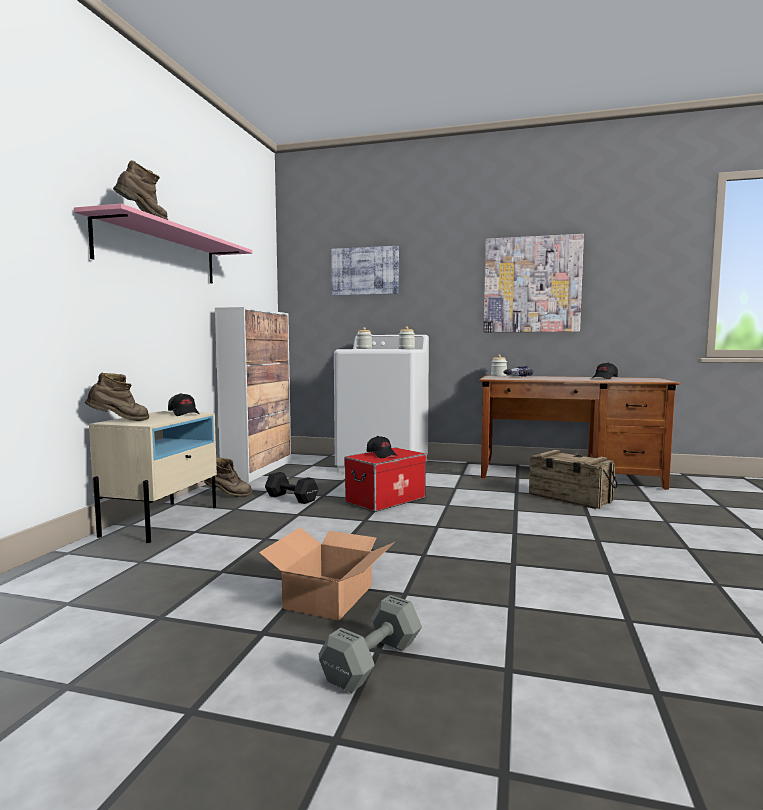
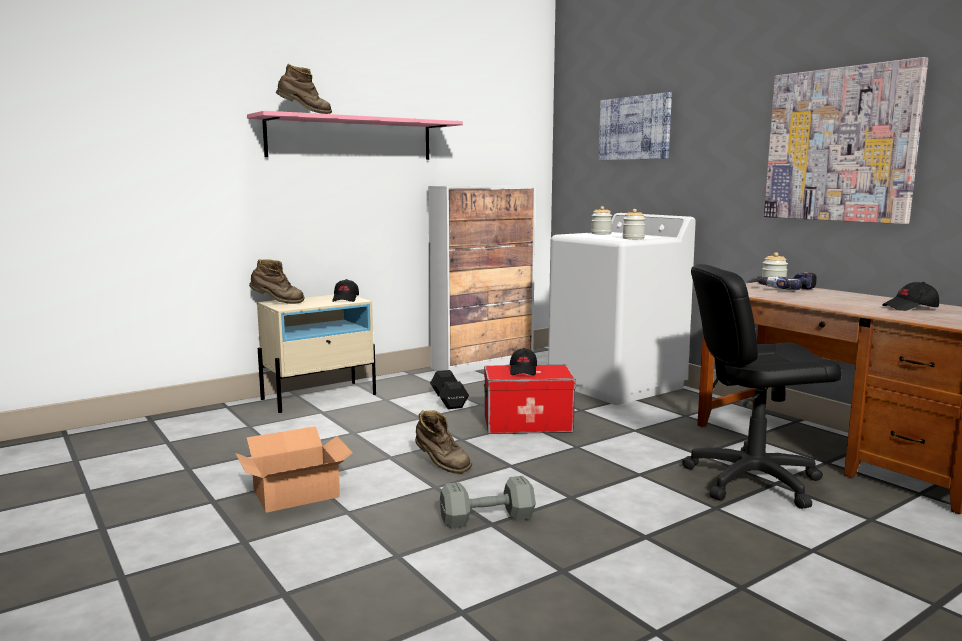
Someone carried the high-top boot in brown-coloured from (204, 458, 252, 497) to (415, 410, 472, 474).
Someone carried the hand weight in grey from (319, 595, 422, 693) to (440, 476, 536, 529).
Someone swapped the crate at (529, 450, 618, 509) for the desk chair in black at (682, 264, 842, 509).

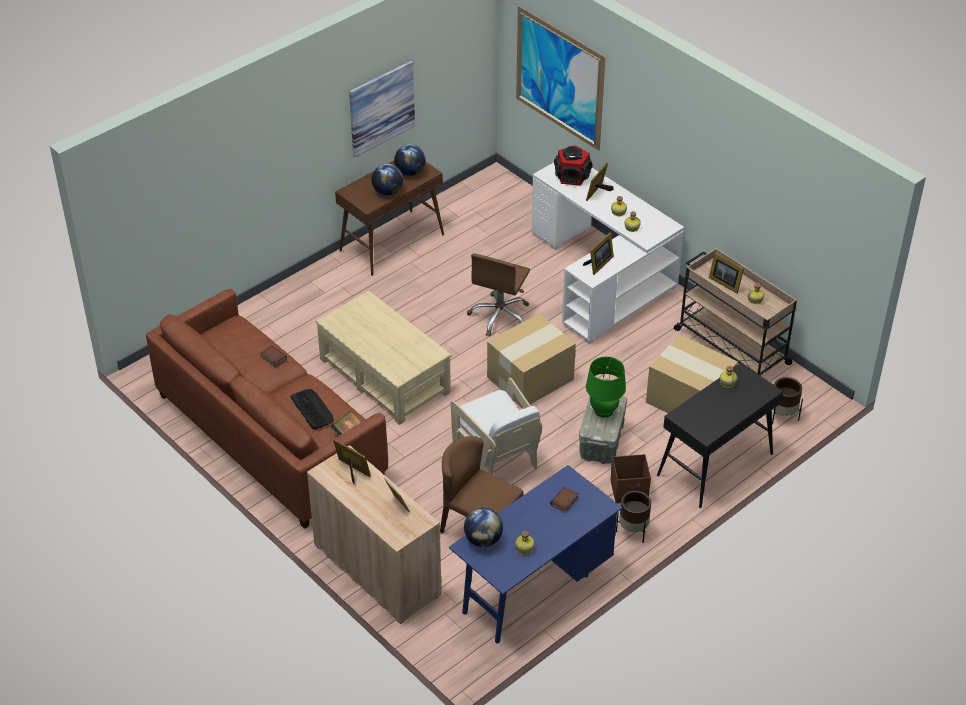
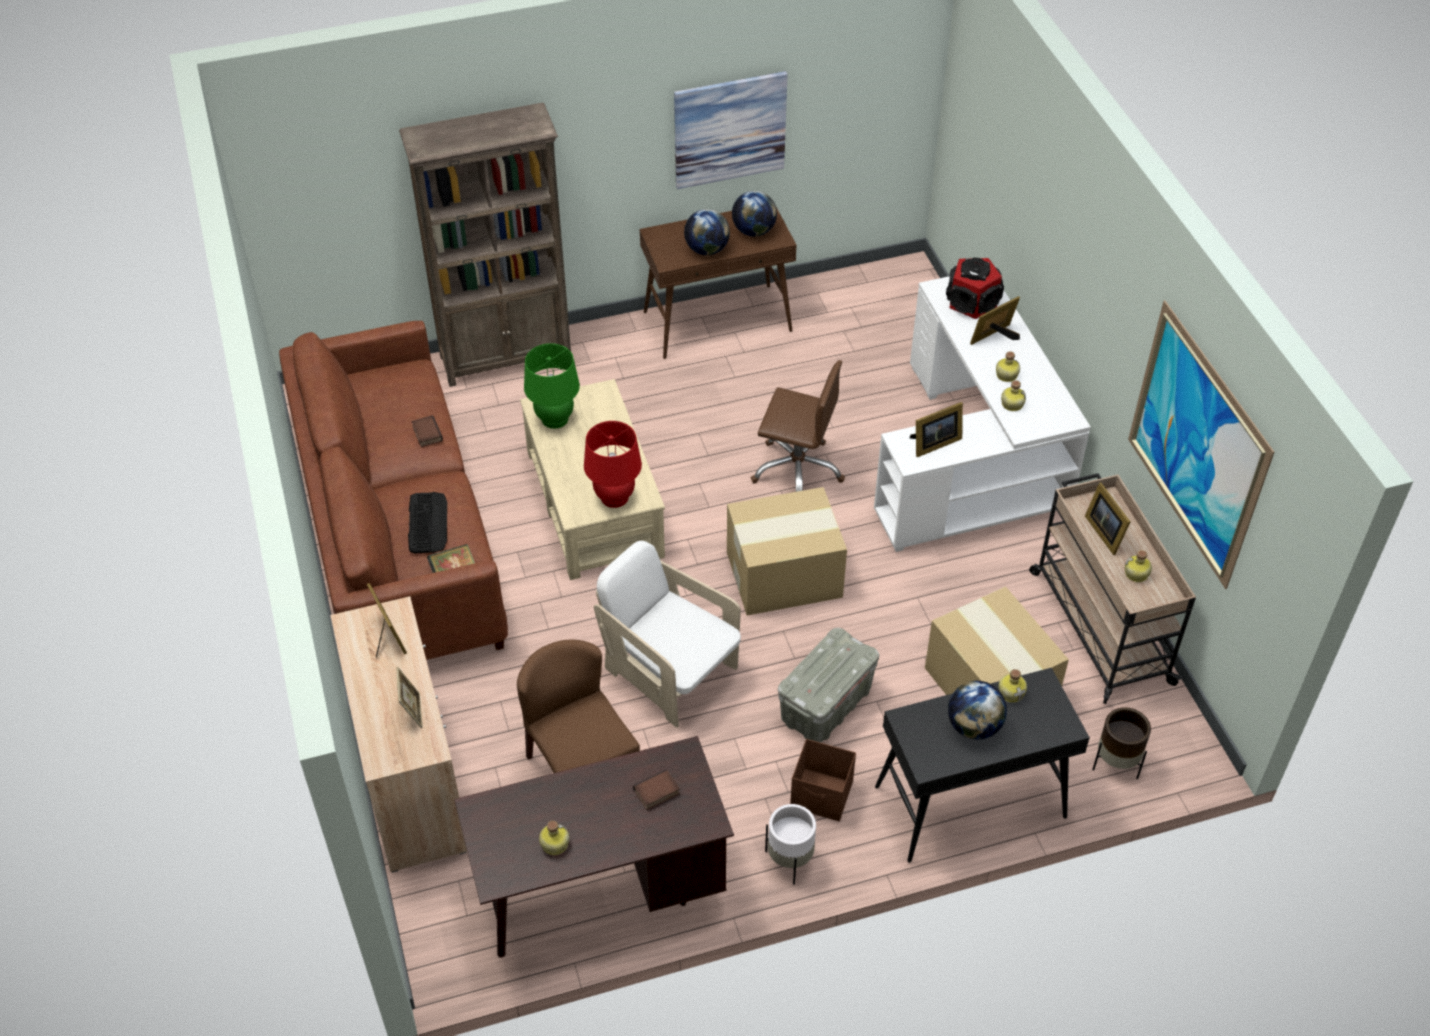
Someone put down the bookshelf in brown-coloured at (399, 103, 571, 387).
Someone repainted the desk in bluish at (449, 465, 622, 644), which became the desk in brown-coloured at (454, 736, 734, 958).
Someone carried the tabletop lamp in greenish from (586, 357, 626, 417) to (524, 343, 580, 429).
Someone put down the tabletop lamp in reddish at (584, 421, 642, 508).
Someone rotated the lounge chair in white at (450, 378, 542, 475) by 135 degrees clockwise.
Someone rotated the desk chair in brown-coloured at (467, 253, 530, 337) by 120 degrees counterclockwise.
Someone repainted the planter in brown-coloured at (616, 491, 651, 543), which became the planter in white at (765, 804, 816, 885).
Someone carried the globe from (464, 508, 503, 547) to (948, 681, 1007, 740).
Someone carried the picture from (516, 6, 605, 151) to (1128, 300, 1274, 589).

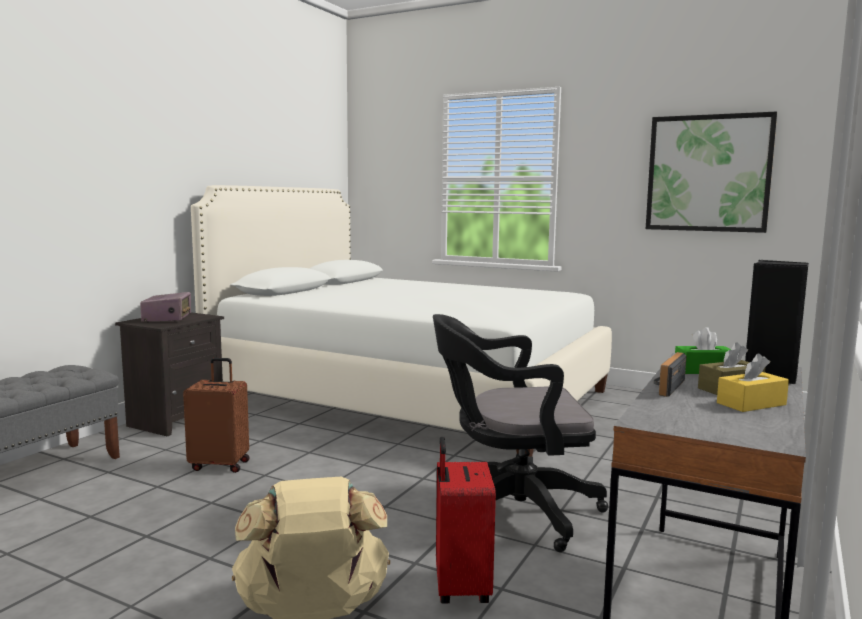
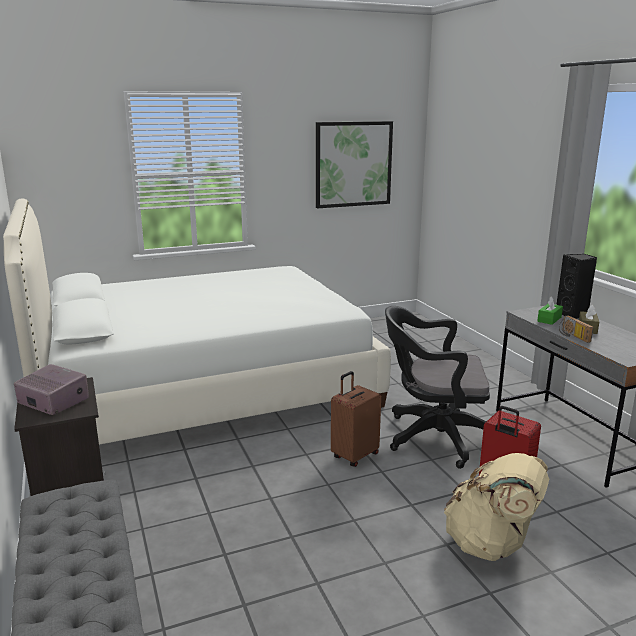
Someone carried the travel case in brown-coloured from (183, 358, 250, 473) to (331, 371, 381, 467).
Someone rotated the desk chair in black at (433, 314, 608, 552) by 60 degrees clockwise.
Someone took away the box of tissues in yellow at (717, 353, 789, 412).

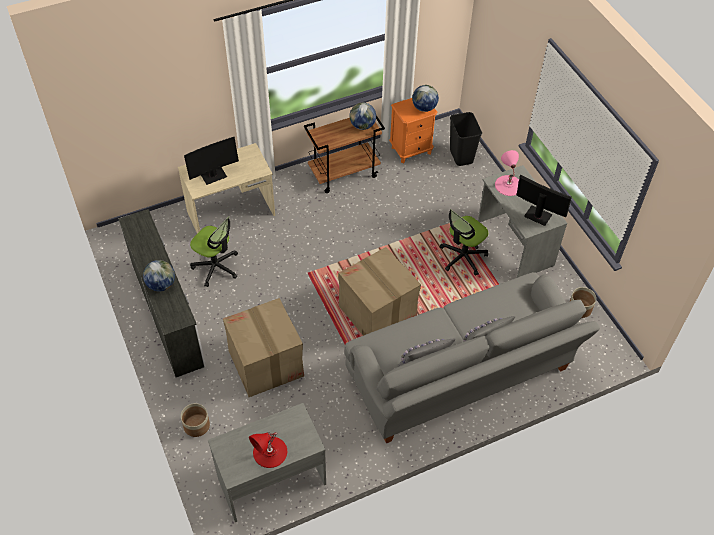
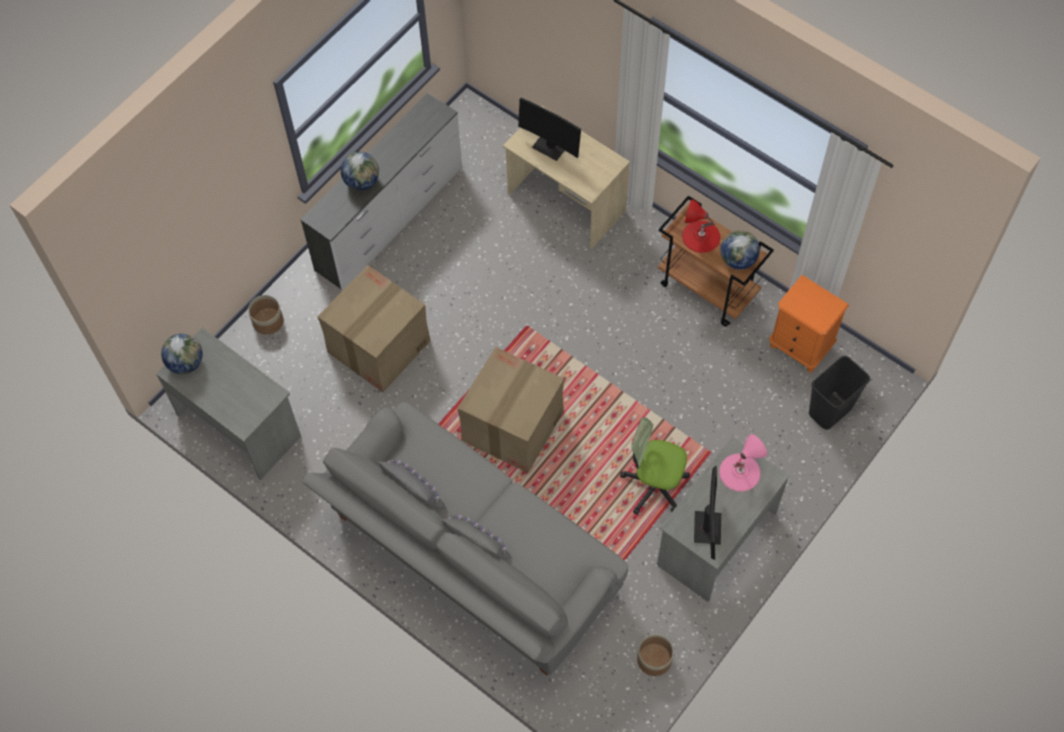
Someone carried the globe from (412, 85, 439, 112) to (161, 334, 203, 374).
Someone carried the tabletop lamp in reddish from (249, 432, 287, 468) to (682, 199, 720, 253).
Someone took away the desk chair at (190, 216, 238, 287).

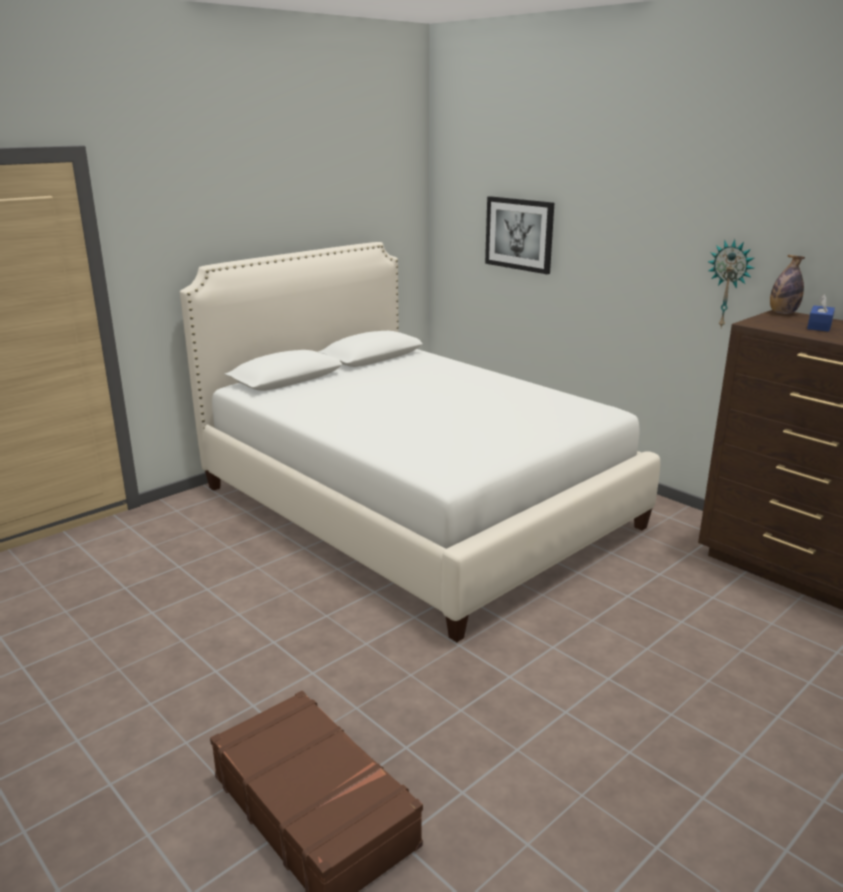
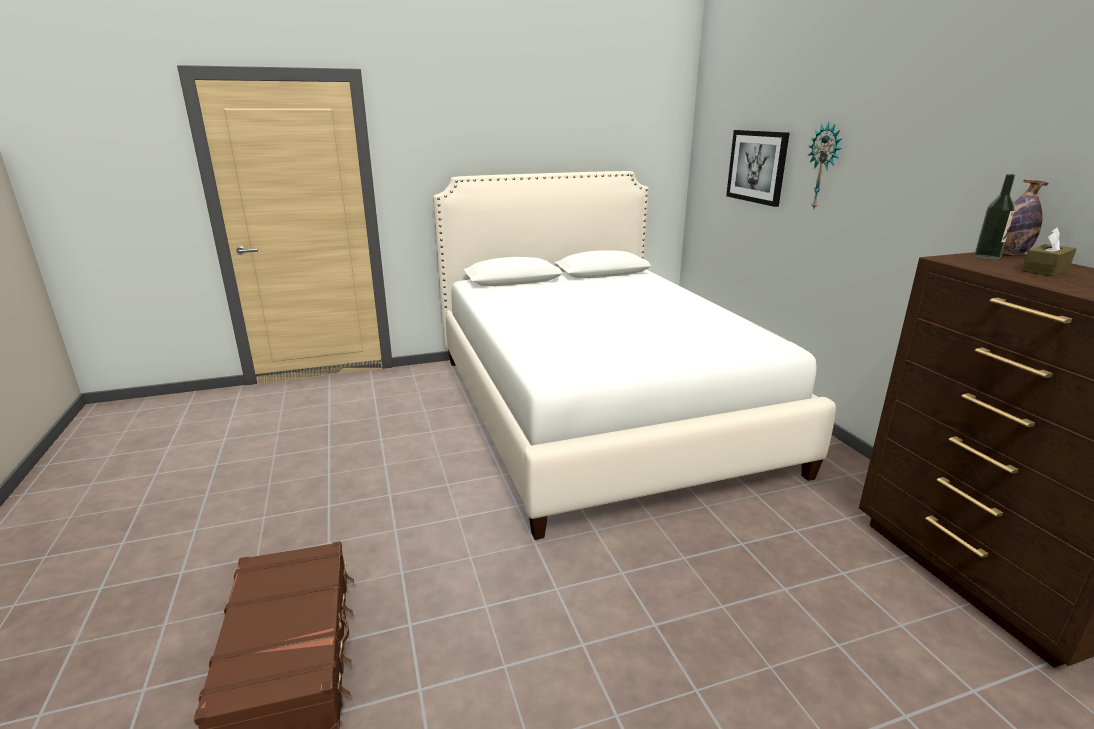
Someone carried the hanging clock from (707, 239, 754, 328) to (808, 122, 842, 208).
Someone put down the bottle at (974, 174, 1015, 260).
Someone repainted the box of tissues in bluish at (807, 294, 835, 332), which became the box of tissues in brown-coloured at (1022, 228, 1076, 276).

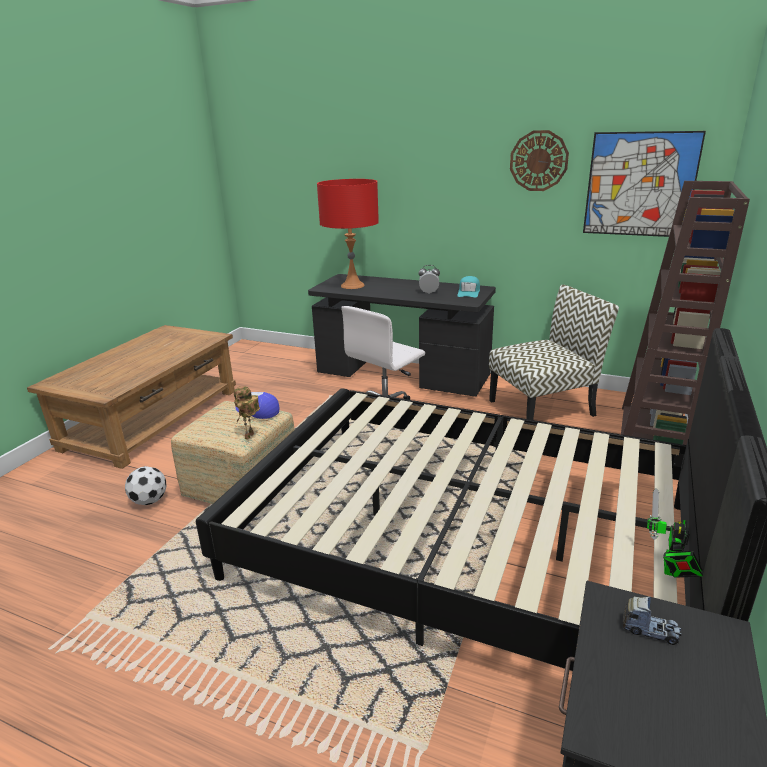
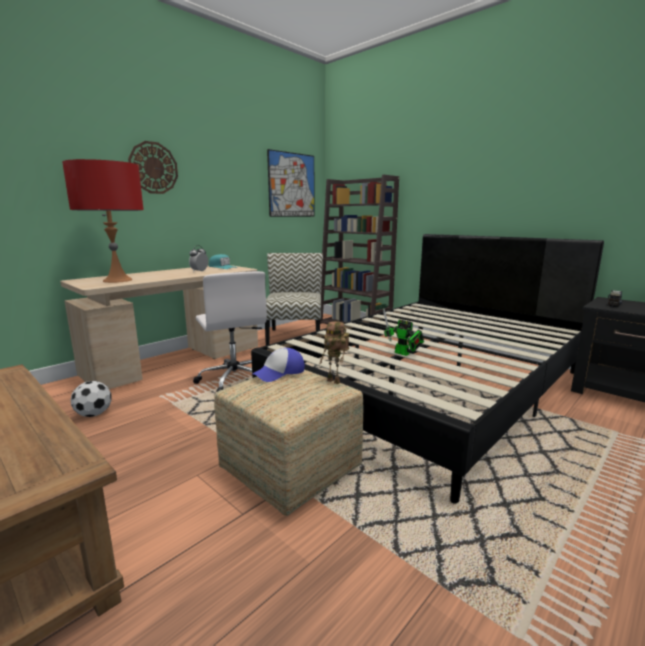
Someone repainted the desk in black at (308, 274, 496, 397), which became the desk in sand-coloured at (60, 265, 258, 389).
Someone carried the ball for football from (125, 466, 166, 505) to (71, 381, 112, 417).
Someone carried the hanging clock from (510, 130, 569, 191) to (128, 141, 178, 194).
Someone carried the model robot from (647, 488, 703, 578) to (383, 308, 424, 356).

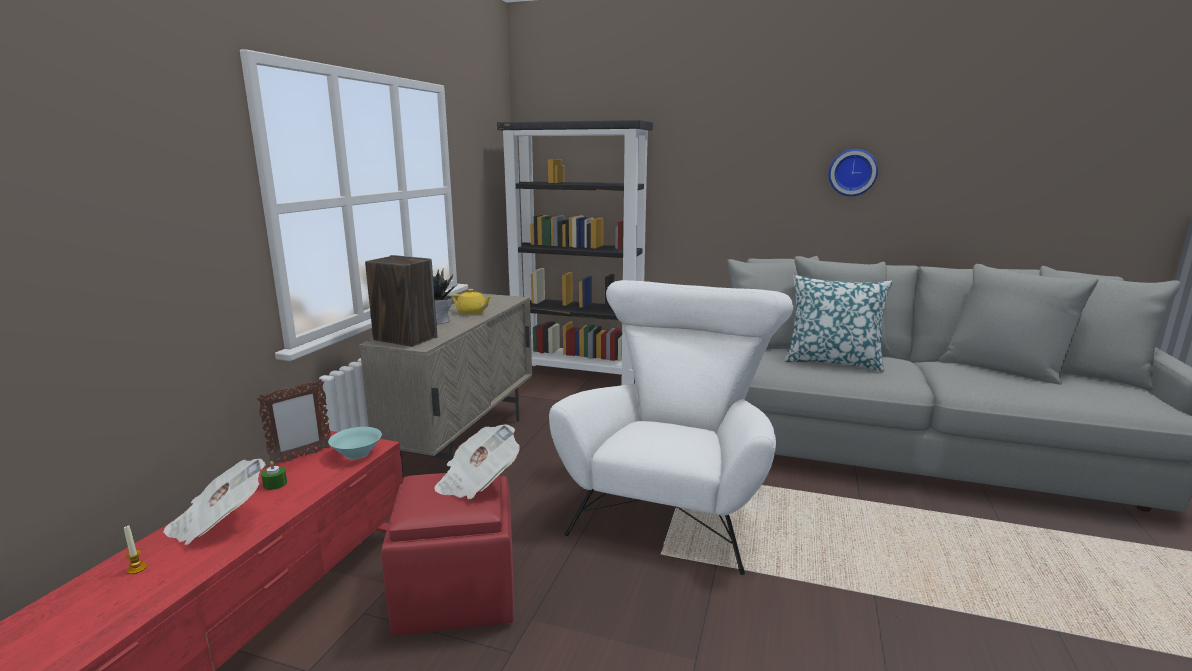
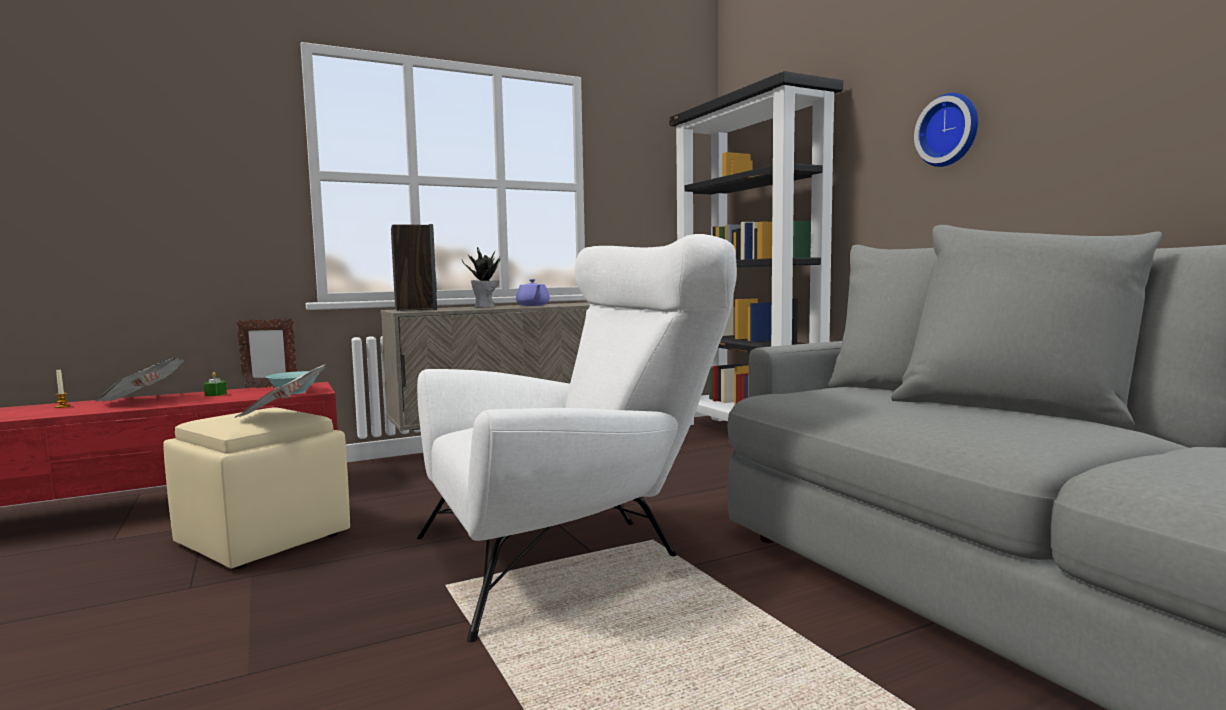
Someone repainted the footrest in reddish at (381, 473, 514, 636), which became the footrest in sand-coloured at (163, 407, 350, 569).
Someone repainted the teapot in yellow at (452, 289, 493, 314), which became the teapot in purple at (516, 279, 550, 306).
Someone carried the hanging clock from (828, 149, 878, 196) to (914, 93, 978, 167).
Someone took away the cushion at (785, 275, 893, 372).

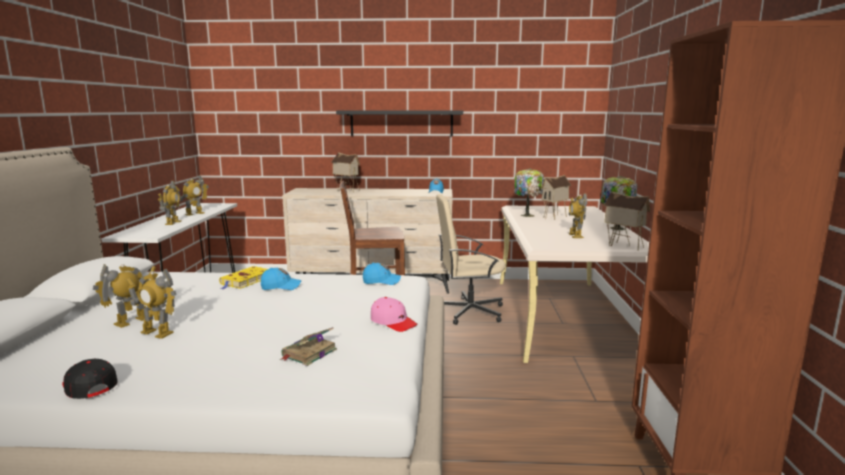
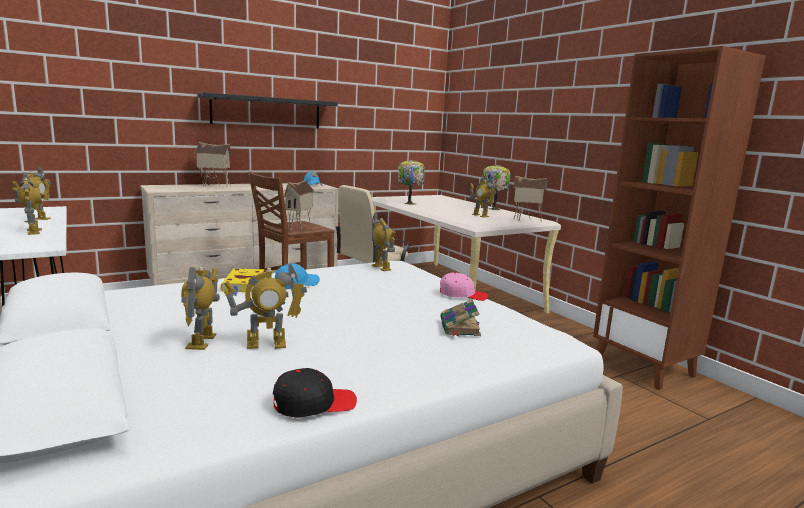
Someone rotated the baseball cap in black at (62, 359, 118, 399) by 150 degrees clockwise.
Someone carried the miniature house from (541, 175, 571, 220) to (284, 180, 315, 232).
Someone swapped the baseball cap in bluish at (363, 263, 401, 285) for the model robot at (372, 213, 395, 271).

